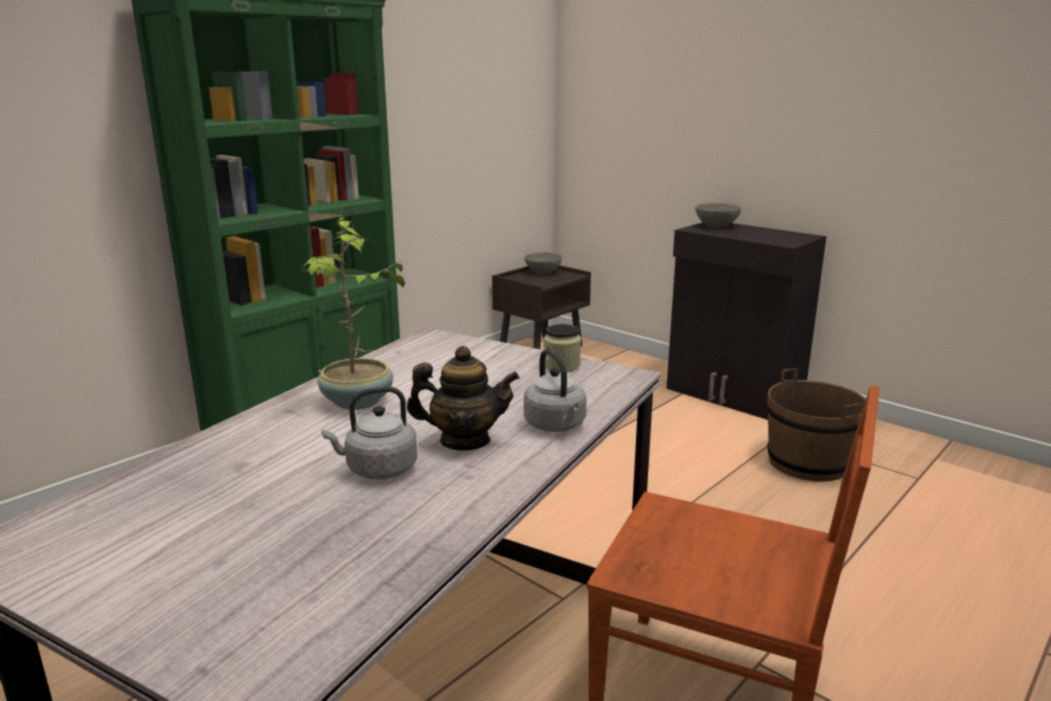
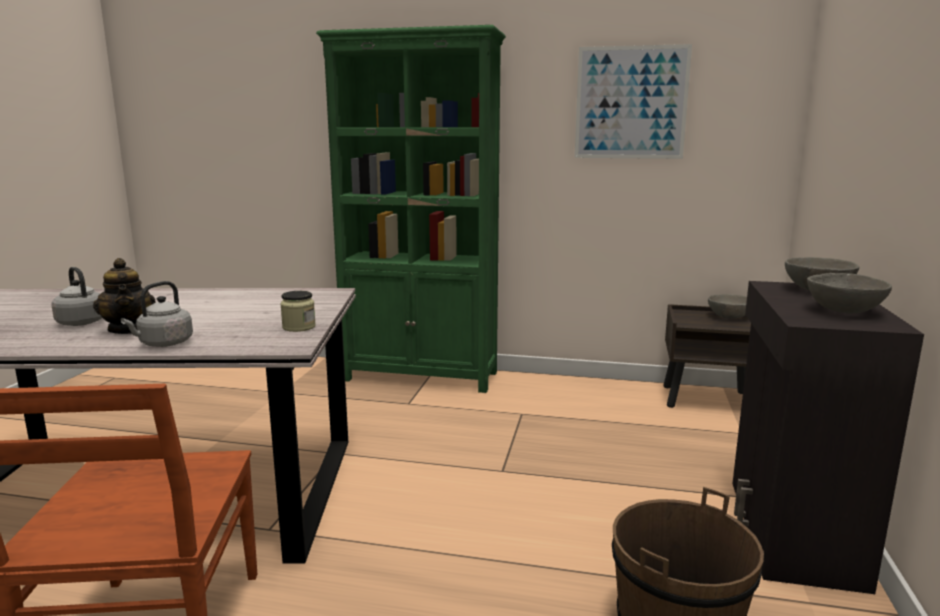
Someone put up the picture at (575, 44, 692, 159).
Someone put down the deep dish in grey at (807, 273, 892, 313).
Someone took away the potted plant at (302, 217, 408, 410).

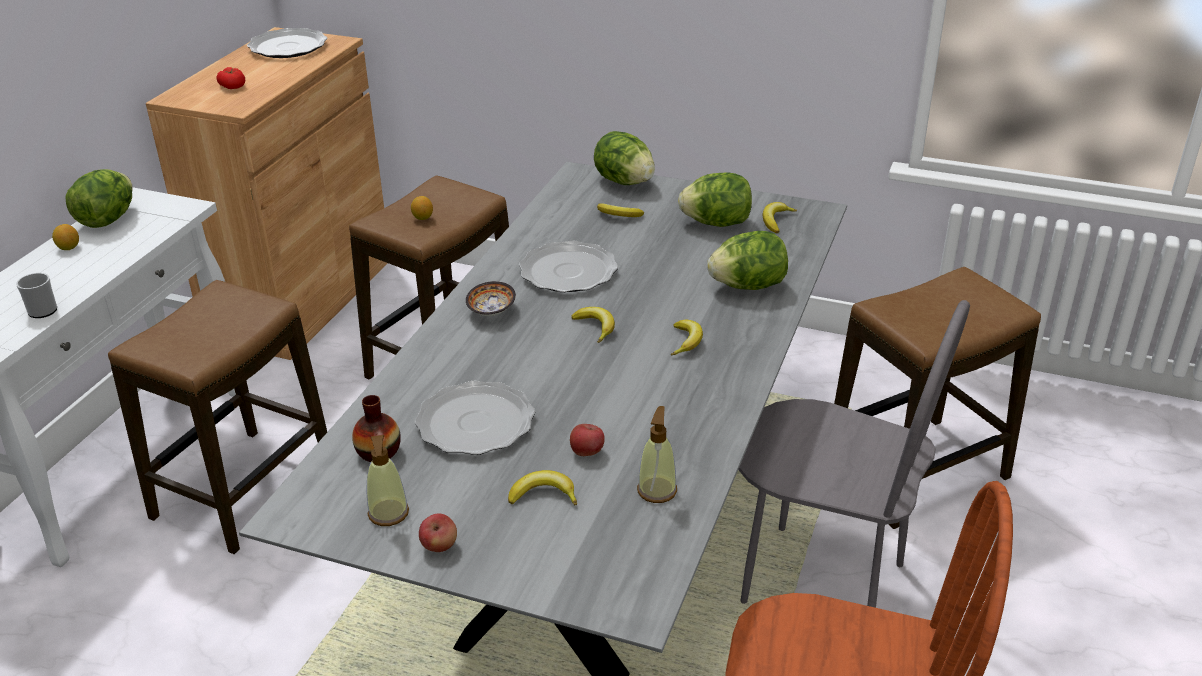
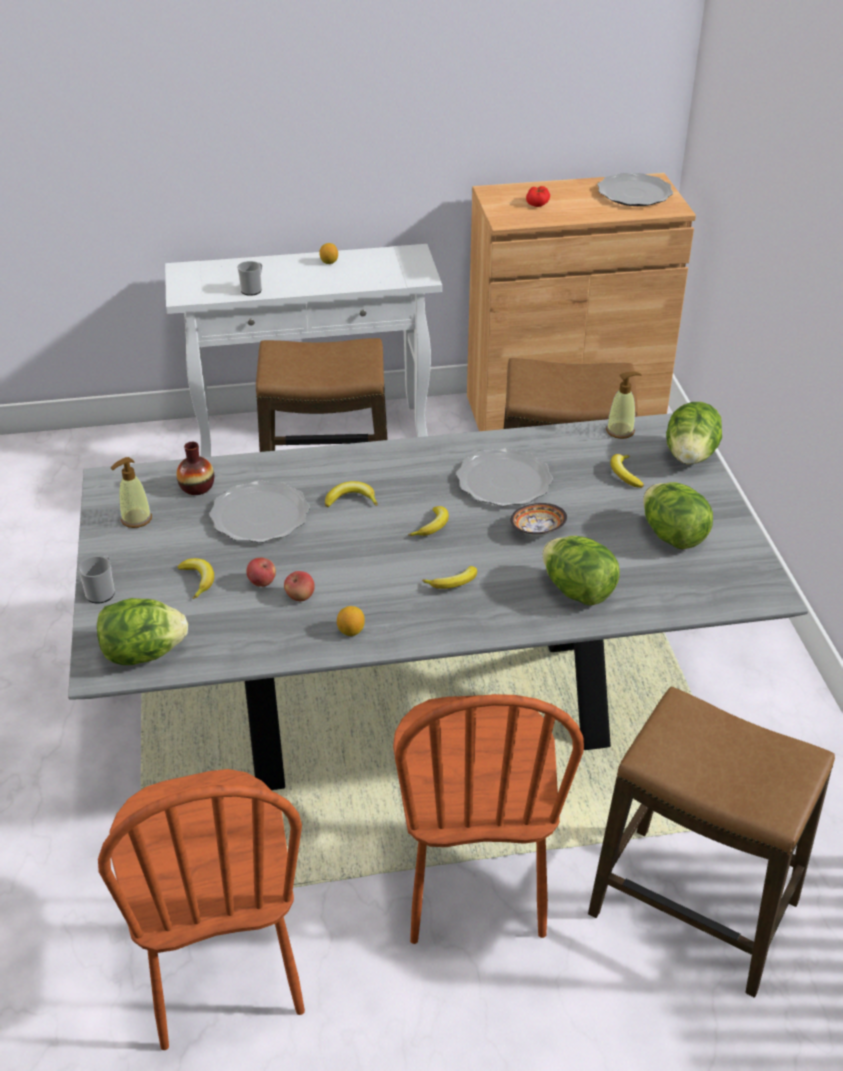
Someone put down the tea mug at (78, 556, 115, 604).
Someone carried the lettuce head from (65, 169, 133, 228) to (97, 598, 188, 665).
Someone carried the apple fruit from (419, 514, 457, 552) to (284, 571, 315, 601).
Someone carried the whole banana from (763, 202, 797, 233) to (325, 481, 378, 507).
Someone carried the lemon from (411, 196, 433, 220) to (337, 606, 365, 636).
Someone repainted the upright chair in grey at (738, 300, 970, 608), which became the upright chair in brown-coloured at (393, 694, 584, 944).
Someone carried the deep dish from (466, 281, 516, 316) to (510, 503, 567, 536).
Someone carried the soap bottle from (637, 406, 677, 503) to (606, 372, 641, 439).

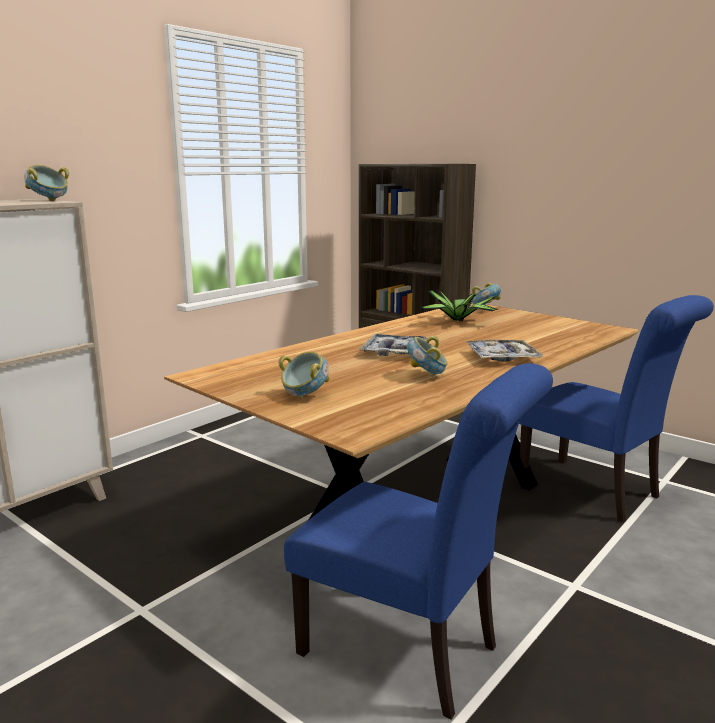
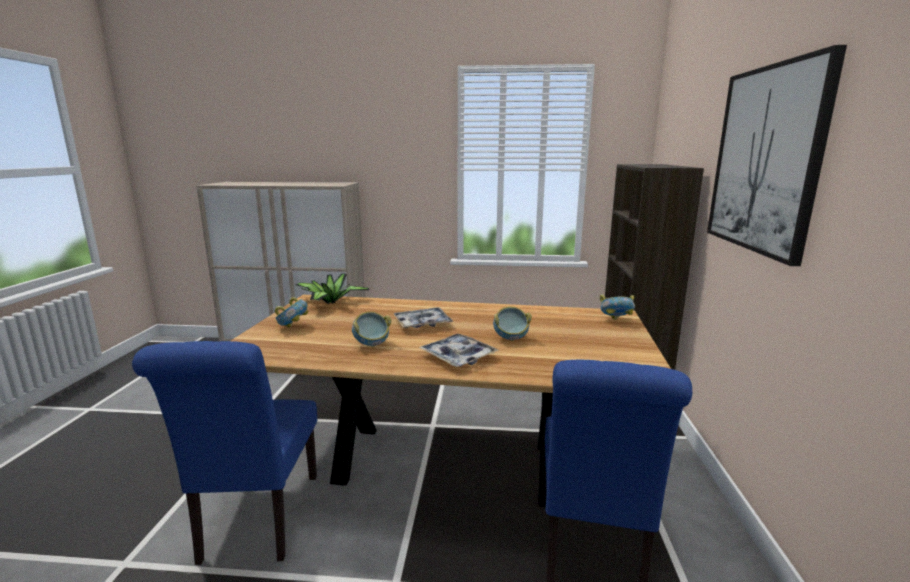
Someone carried the potted plant from (422, 290, 499, 321) to (296, 274, 369, 304).
Someone carried the deep dish from (24, 165, 69, 201) to (493, 306, 532, 341).
Someone put up the picture at (707, 45, 847, 266).

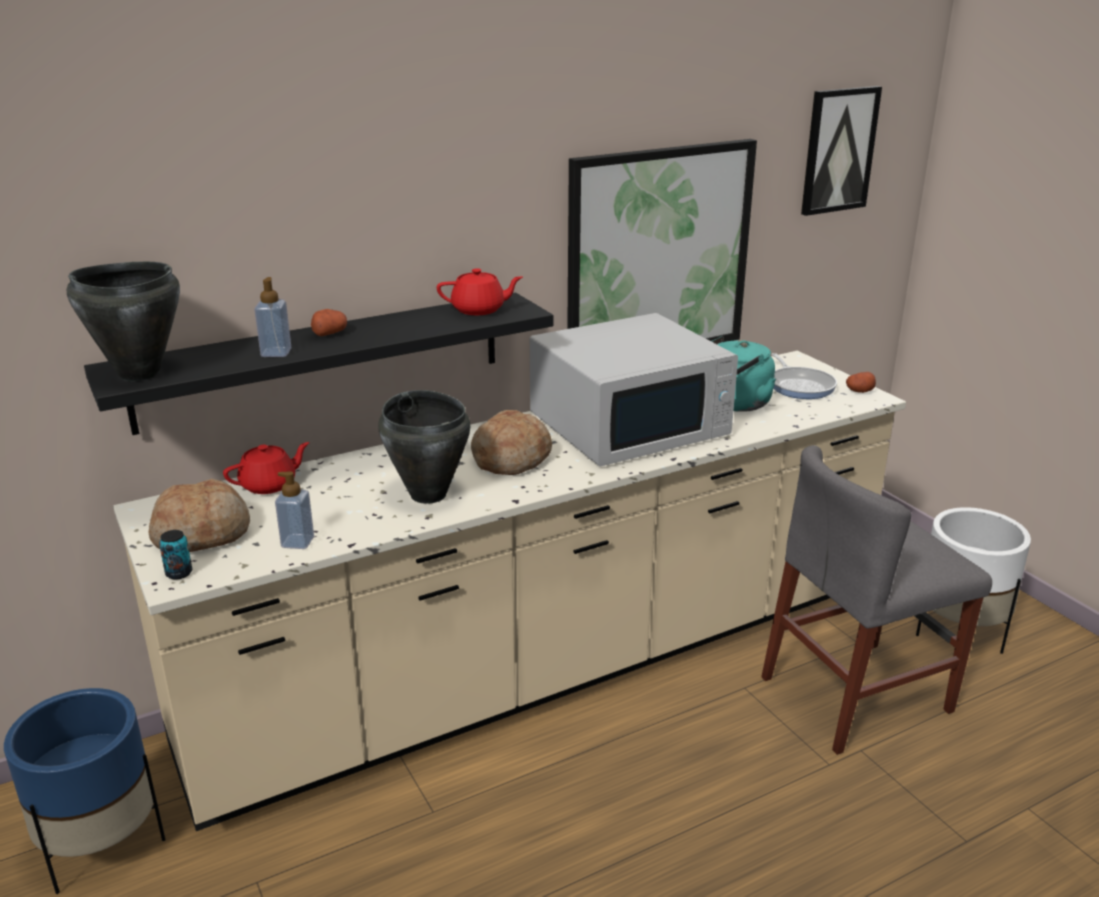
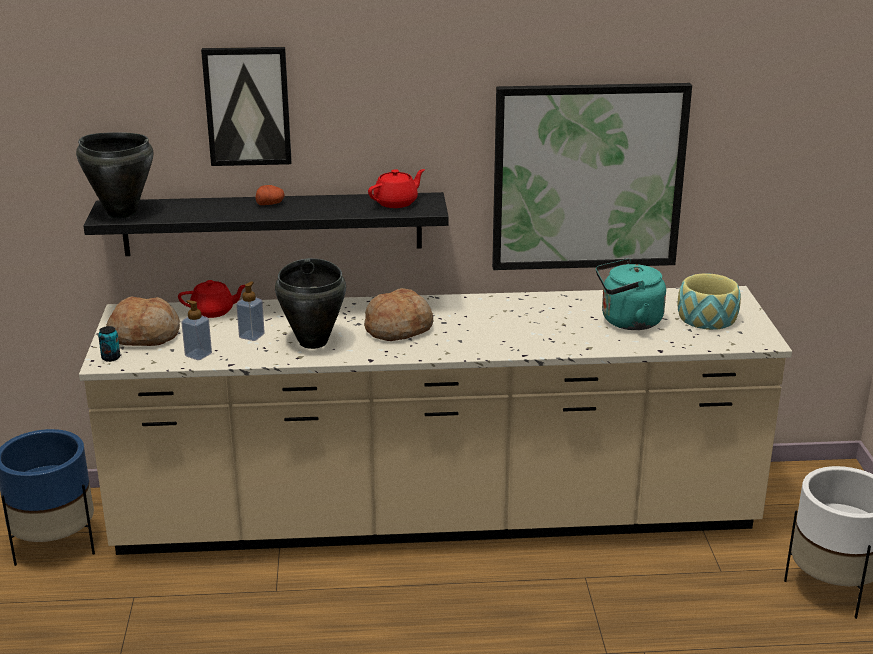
Someone carried the picture from (801, 86, 882, 216) to (201, 47, 292, 166).
Someone carried the soap bottle from (254, 277, 292, 357) to (237, 281, 265, 341).
Someone rotated the teapot in reddish at (437, 268, 523, 315) by 60 degrees counterclockwise.
Someone swapped the frying pan at (771, 353, 837, 399) for the deep dish at (678, 273, 741, 330).
Someone took away the microwave in white at (530, 313, 738, 467).
Someone took away the upright chair in grey at (761, 445, 992, 755).
Someone took away the potato at (846, 372, 876, 393).

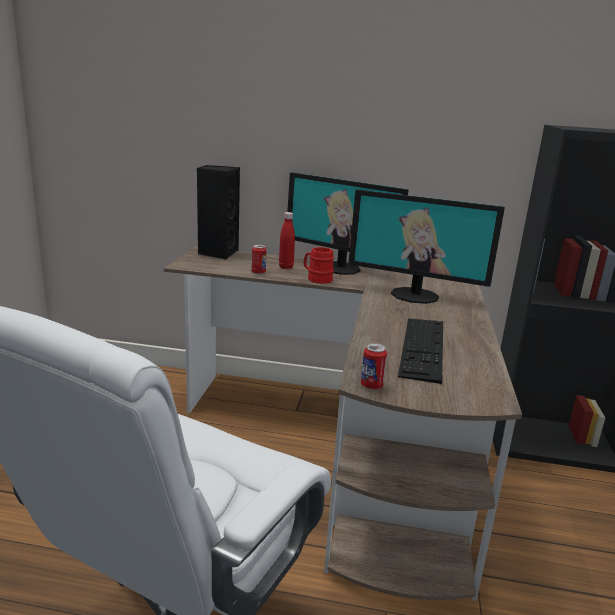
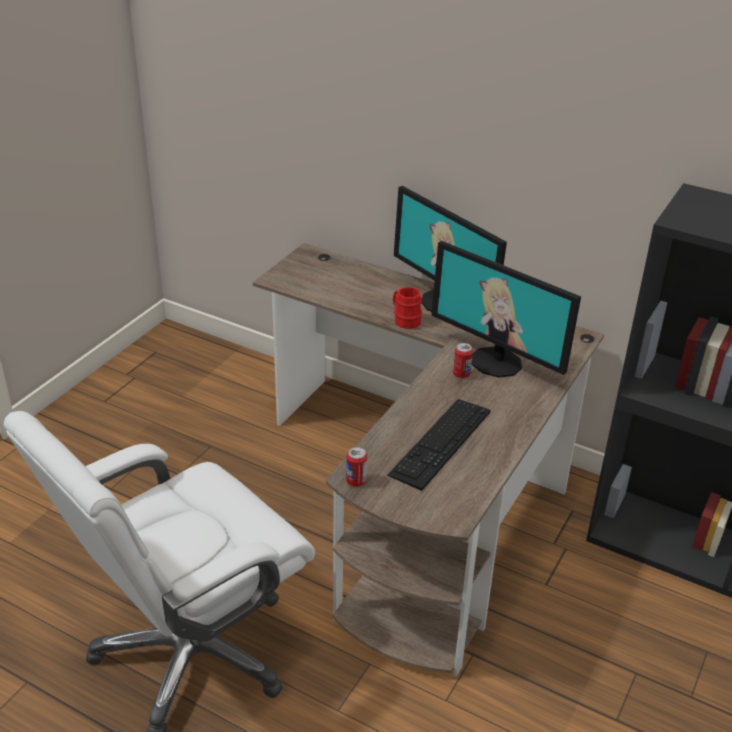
Someone carried the can from (251, 245, 267, 274) to (453, 343, 473, 378).
Someone took away the loudspeaker in black at (197, 165, 240, 260).
Someone took away the bottle in reddish at (279, 212, 295, 269).

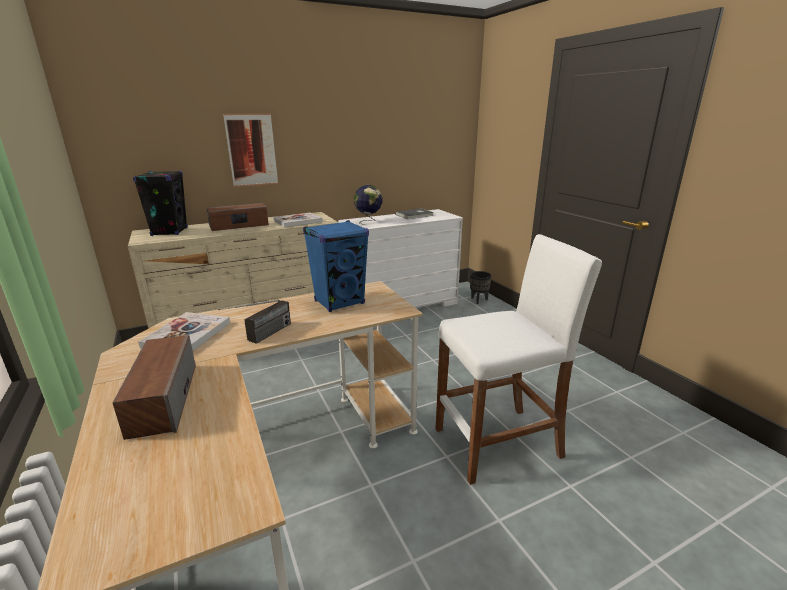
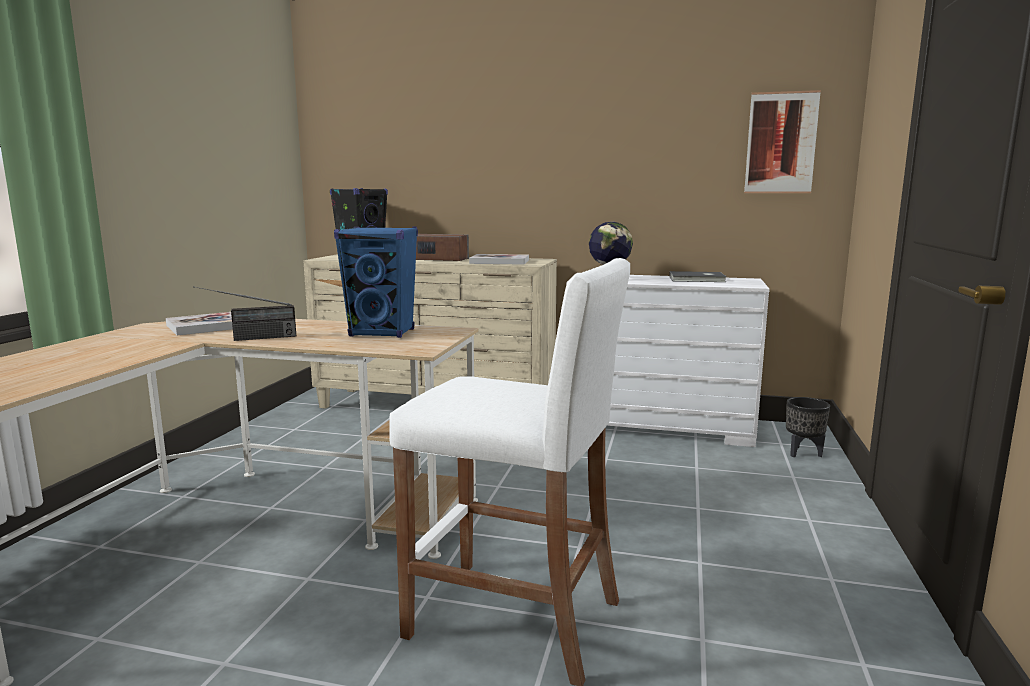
Someone carried the picture from (223, 113, 278, 187) to (744, 90, 821, 193).
Someone took away the loudspeaker at (113, 335, 196, 440).

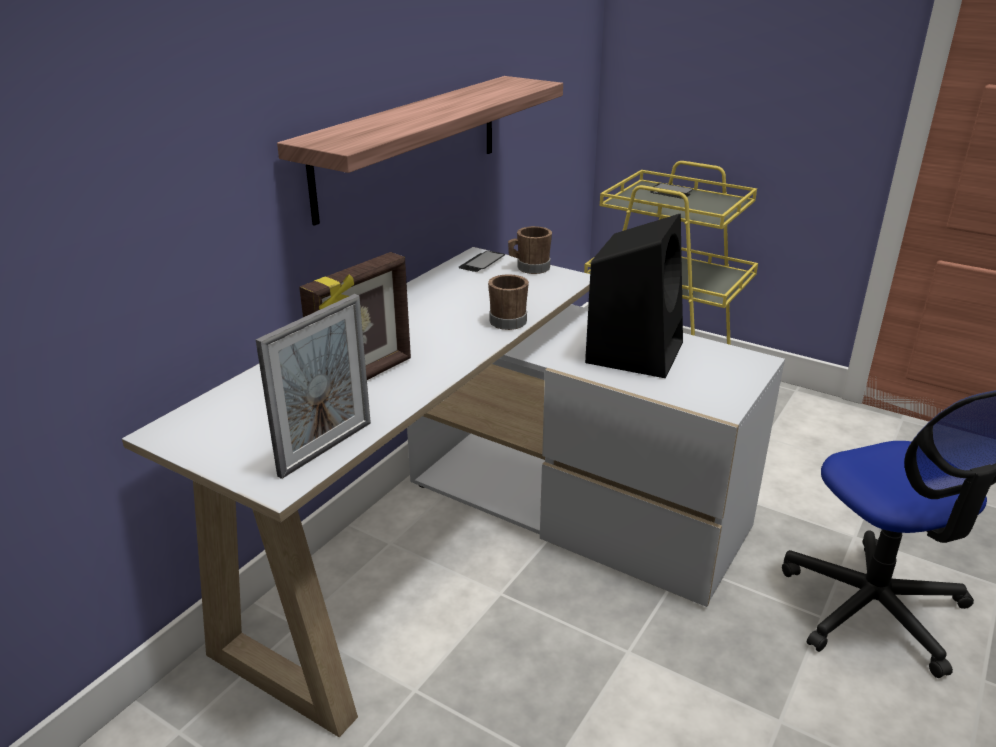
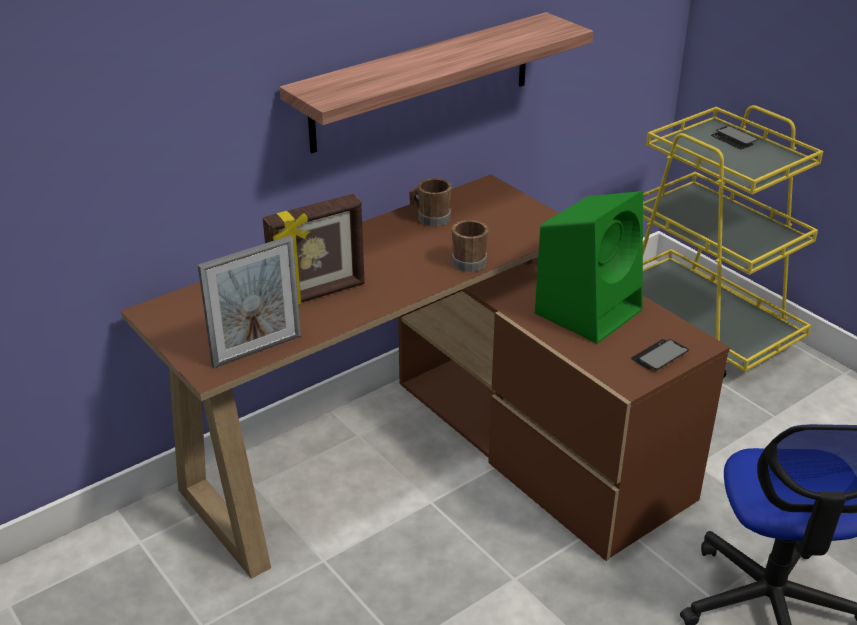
Someone repainted the desk in white at (122, 247, 785, 737), which became the desk in brown-coloured at (121, 175, 730, 579).
Someone carried the tea mug in brown-coloured from (508, 226, 552, 274) to (409, 178, 452, 227).
Someone repainted the loudspeaker in black at (585, 214, 683, 378), which became the loudspeaker in greenish at (535, 191, 643, 344).
Someone carried the phone from (458, 251, 505, 272) to (631, 339, 689, 370).

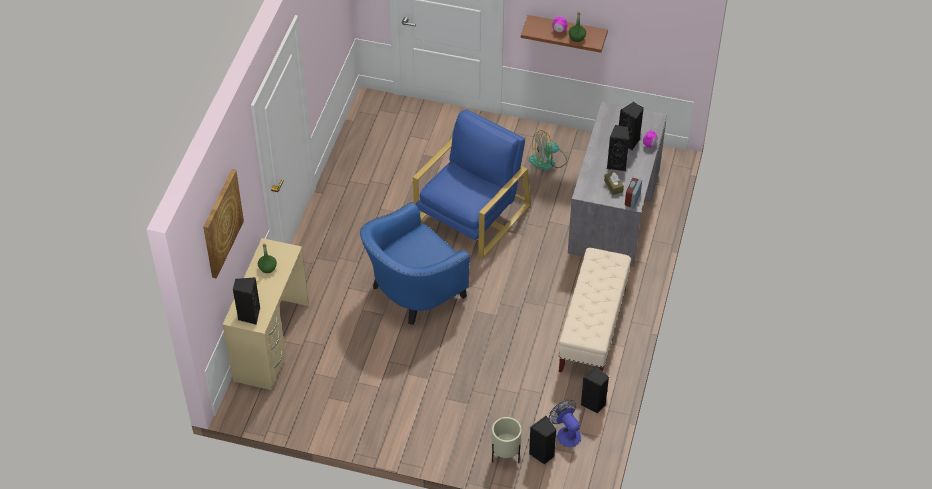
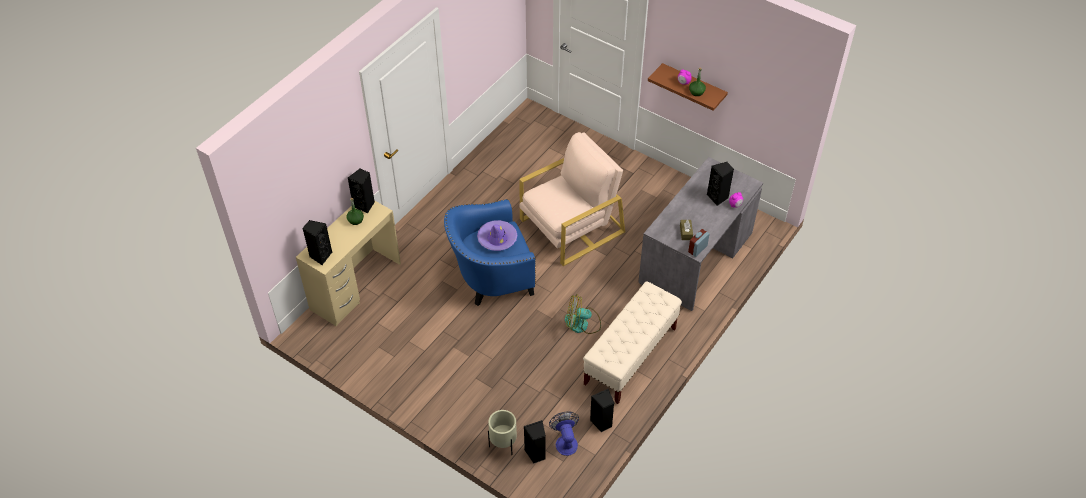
Someone carried the loudspeaker in black from (607, 125, 629, 171) to (348, 168, 375, 213).
Someone put down the hat in purple at (477, 220, 517, 251).
Someone repainted the lounge chair in bluish at (413, 109, 531, 258), which became the lounge chair in sand-coloured at (519, 132, 625, 266).
Someone carried the fan from (529, 130, 567, 170) to (565, 294, 601, 334).
Someone took away the picture at (203, 169, 244, 279).

